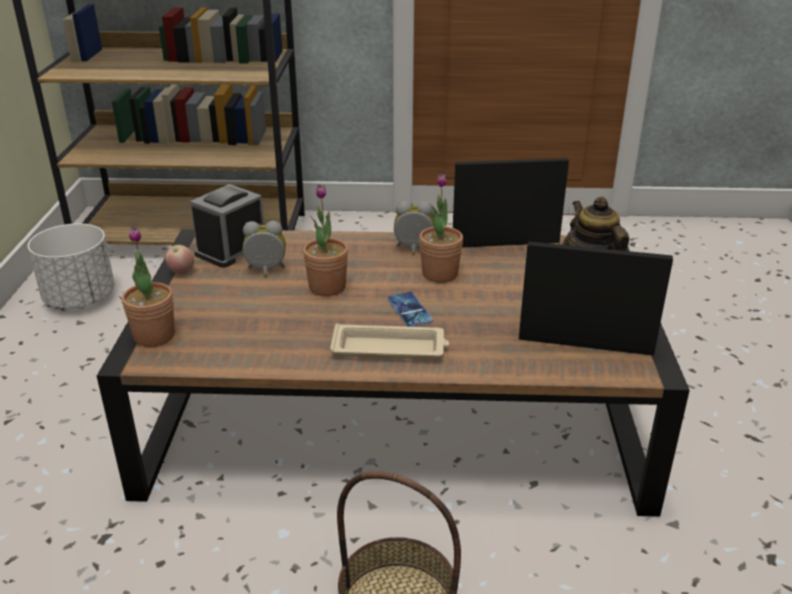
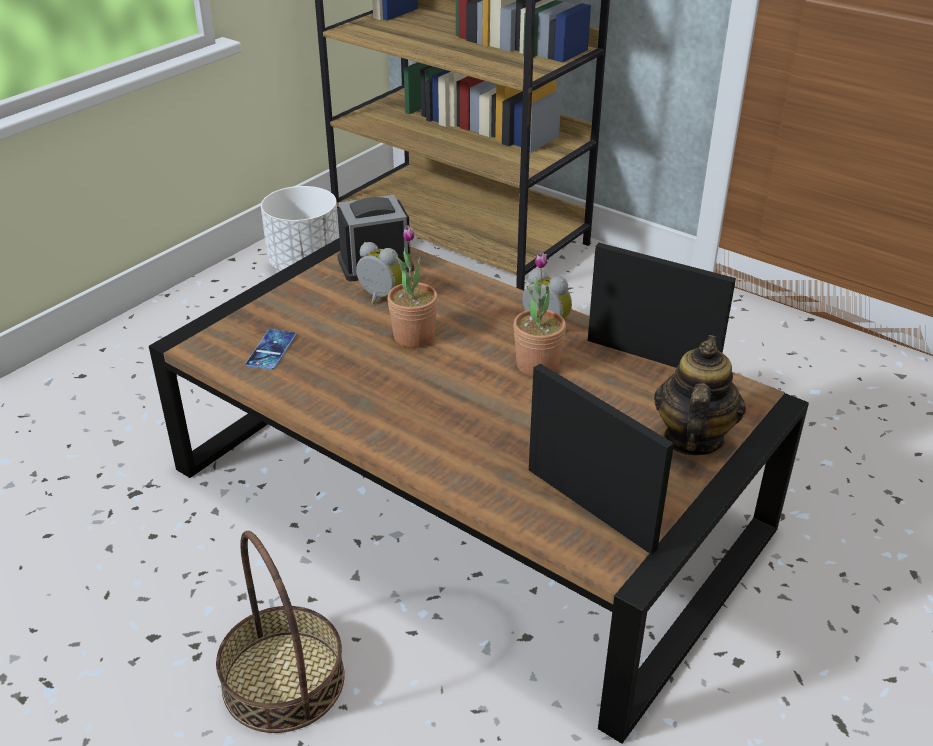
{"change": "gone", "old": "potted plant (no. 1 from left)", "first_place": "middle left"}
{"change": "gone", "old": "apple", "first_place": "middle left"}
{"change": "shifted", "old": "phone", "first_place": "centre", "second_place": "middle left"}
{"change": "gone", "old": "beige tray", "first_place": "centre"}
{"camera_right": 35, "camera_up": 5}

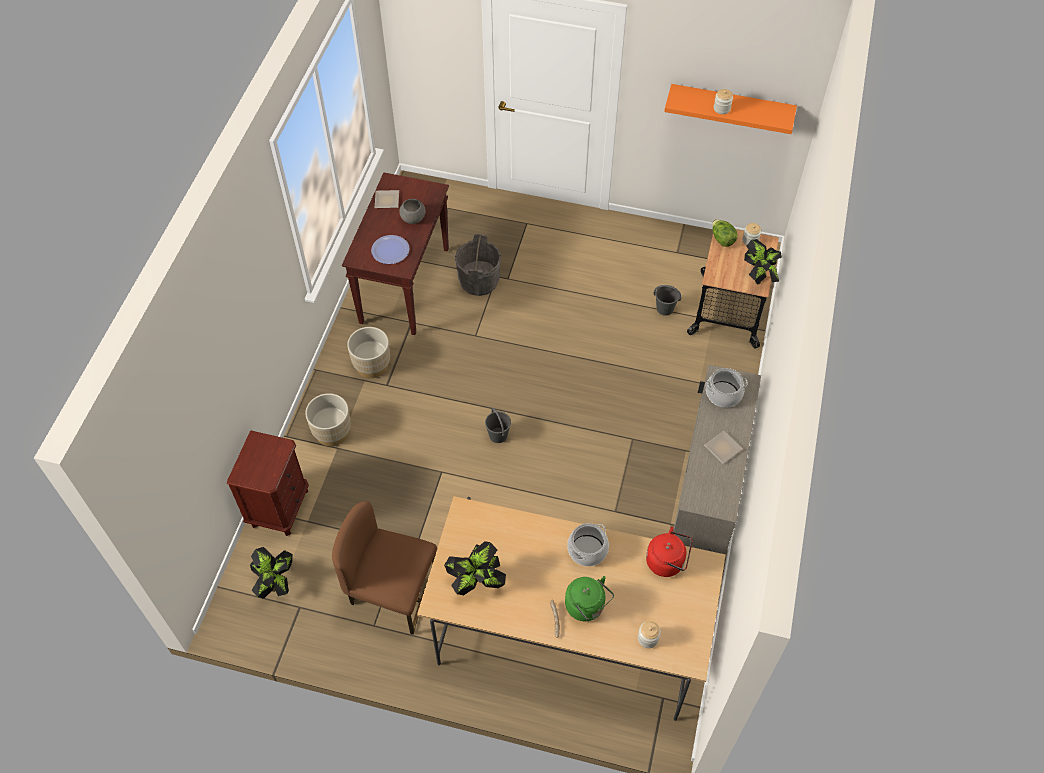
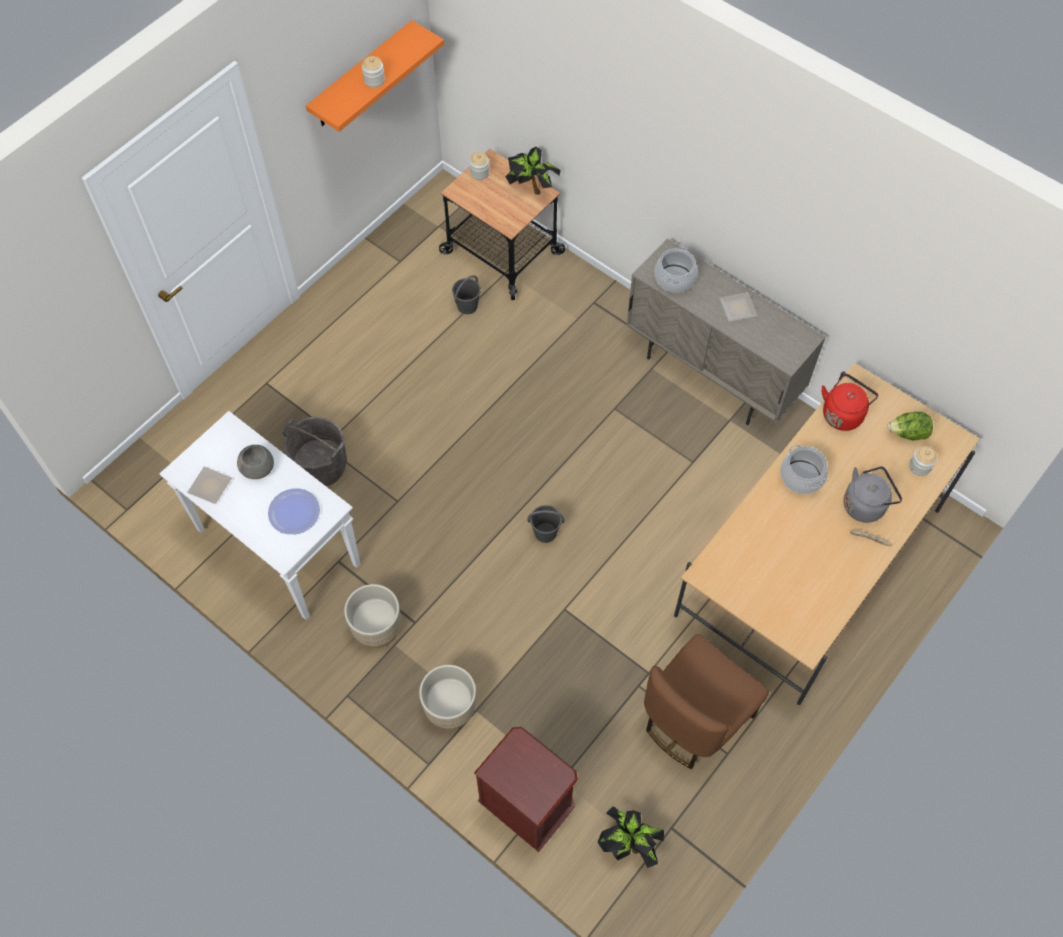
{"change": "repainted", "old": "brown console table", "new": "white console table", "first_place": "top centre", "second_place": "middle left"}
{"change": "shifted", "old": "lettuce", "first_place": "top right", "second_place": "middle right"}
{"change": "gone", "old": "potted plant (no. 2 from left)", "first_place": "bottom centre"}
{"change": "repainted", "old": "green kettle", "new": "grey kettle", "first_place": "bottom centre", "second_place": "middle right"}
{"camera_right": -65, "camera_up": 5}

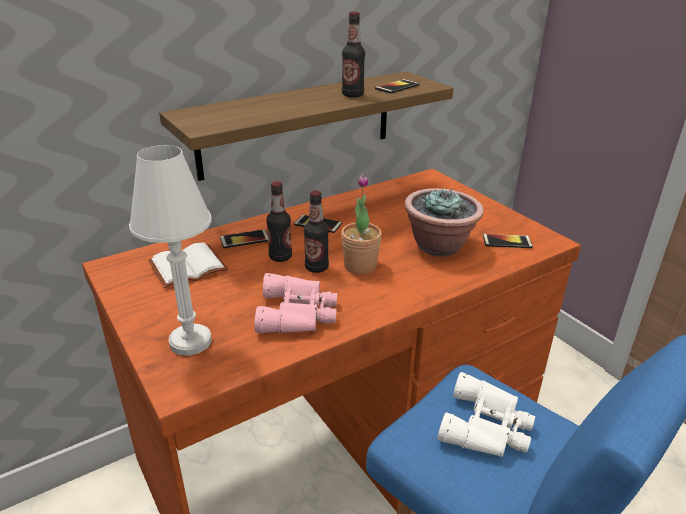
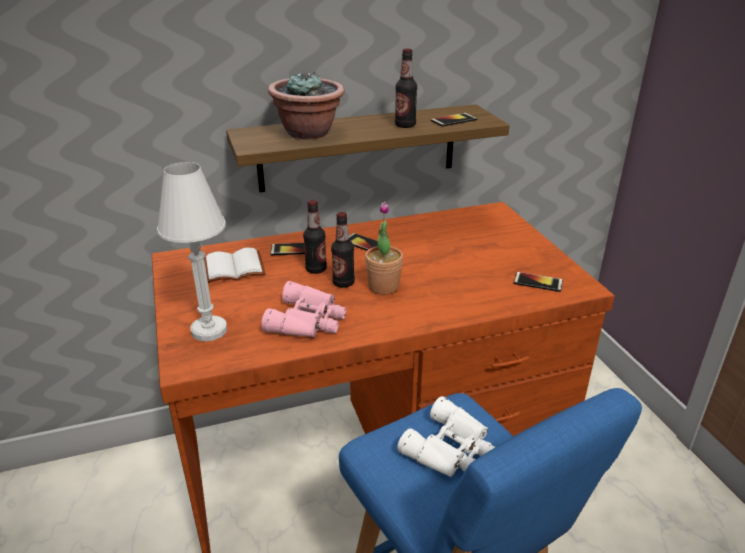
{"change": "shifted", "old": "potted plant (no. 2 from left in the first image)", "new": "potted plant (no. 1 from left)", "first_place": "centre", "second_place": "top centre"}
{"camera_right": 15, "camera_up": 0}

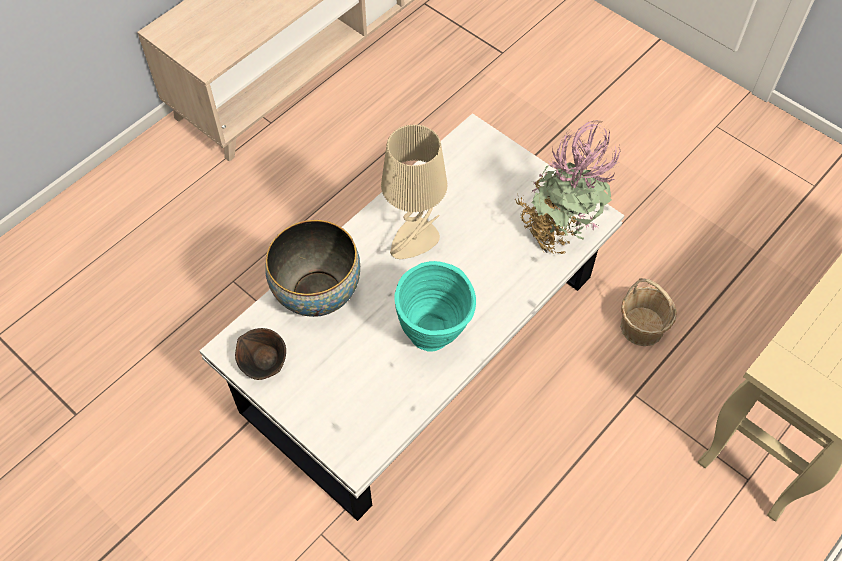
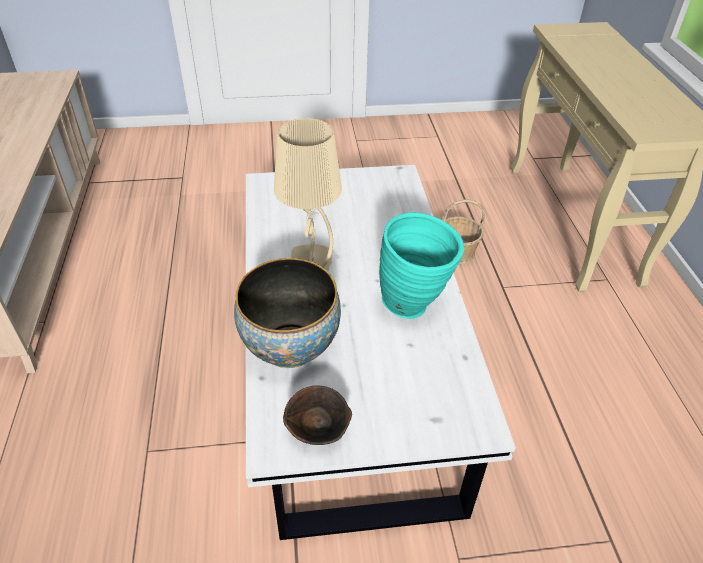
{"change": "gone", "old": "potted plant", "first_place": "middle right"}
{"camera_right": -50, "camera_up": -15}

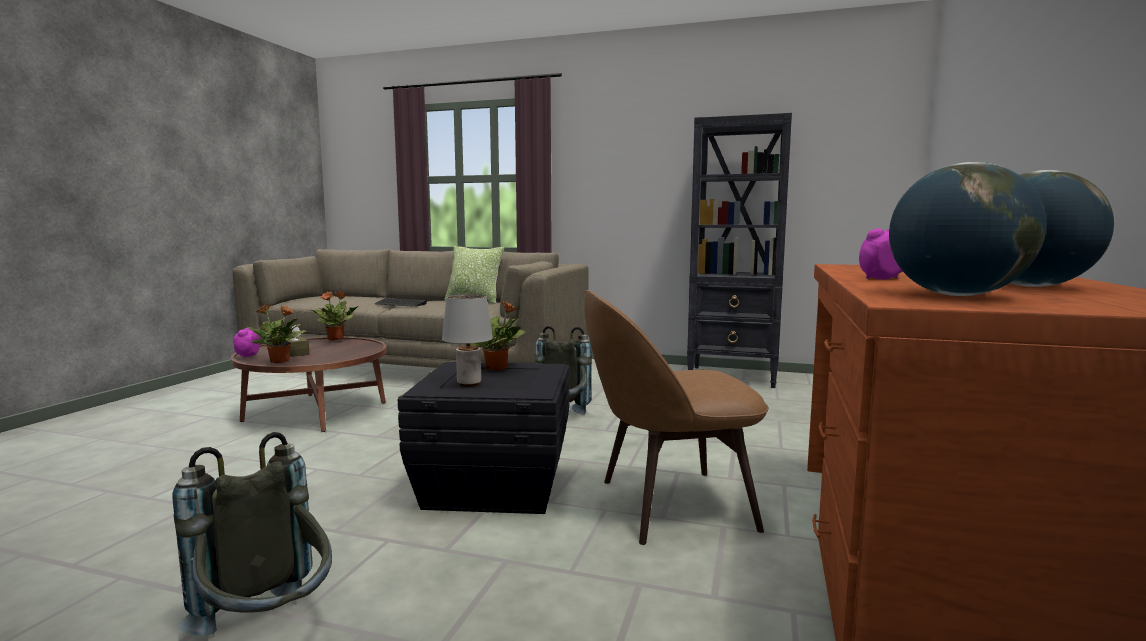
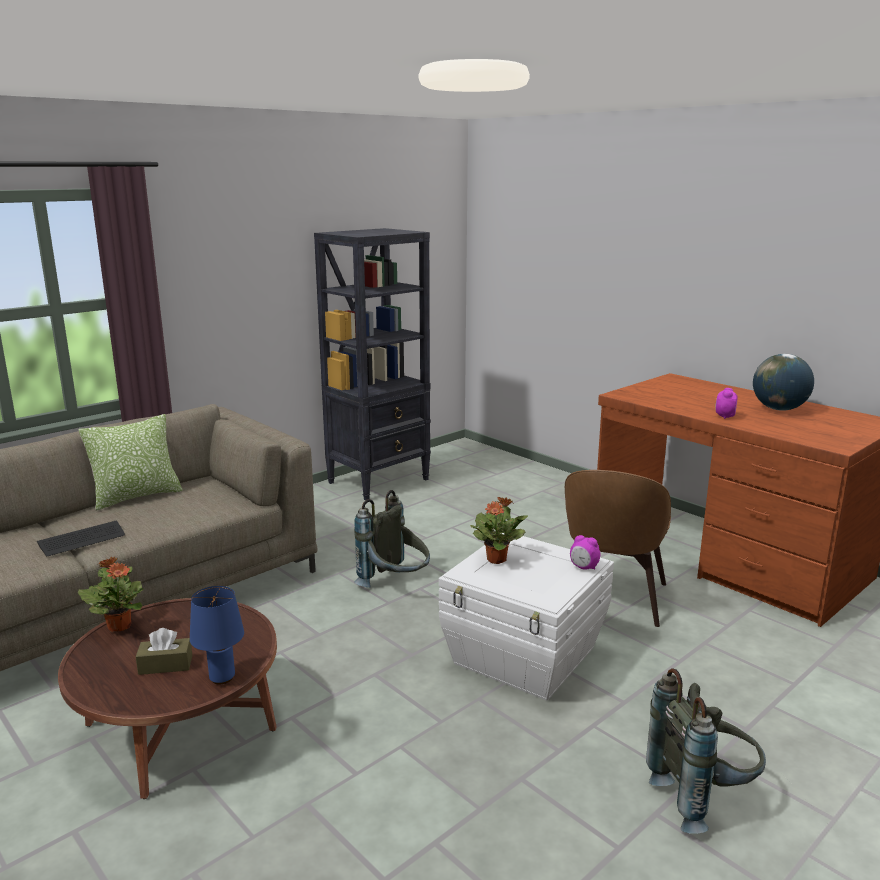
{"change": "gone", "old": "globe (no. 1 from left)", "first_place": "middle right"}
{"change": "gone", "old": "grey table lamp", "first_place": "centre"}
{"change": "swapped", "old": "potted plant (no. 1 from left)", "new": "blue table lamp", "first_place": "middle left", "second_place": "bottom left"}
{"change": "shifted", "old": "alarm clock (no. 1 from left)", "first_place": "middle left", "second_place": "centre"}
{"change": "repainted", "old": "black storage box", "new": "white storage box", "first_place": "bottom centre", "second_place": "bottom centre"}
{"camera_right": -60, "camera_up": 10}

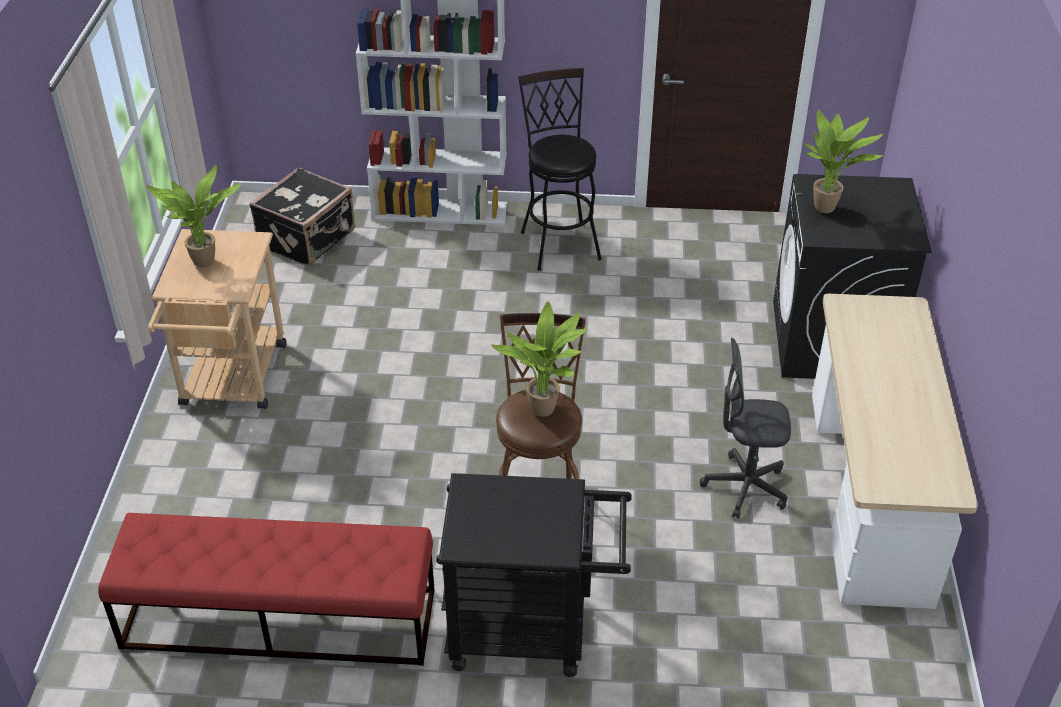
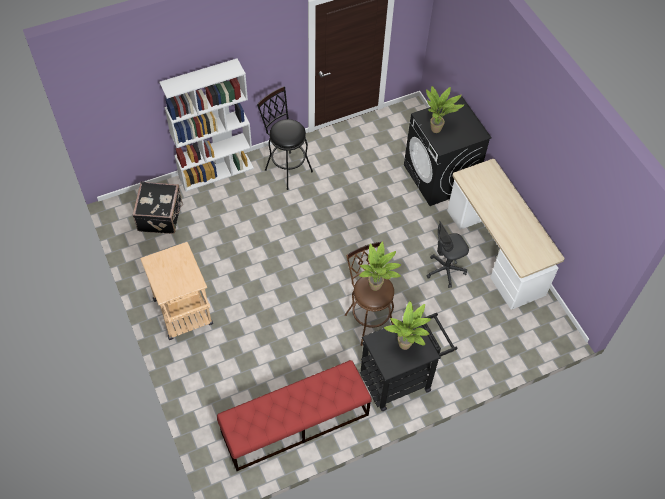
{"change": "shifted", "old": "potted plant (no. 1 from left in the first image)", "new": "potted plant (no. 2 from left)", "first_place": "top left", "second_place": "centre"}
{"camera_right": -30, "camera_up": 15}

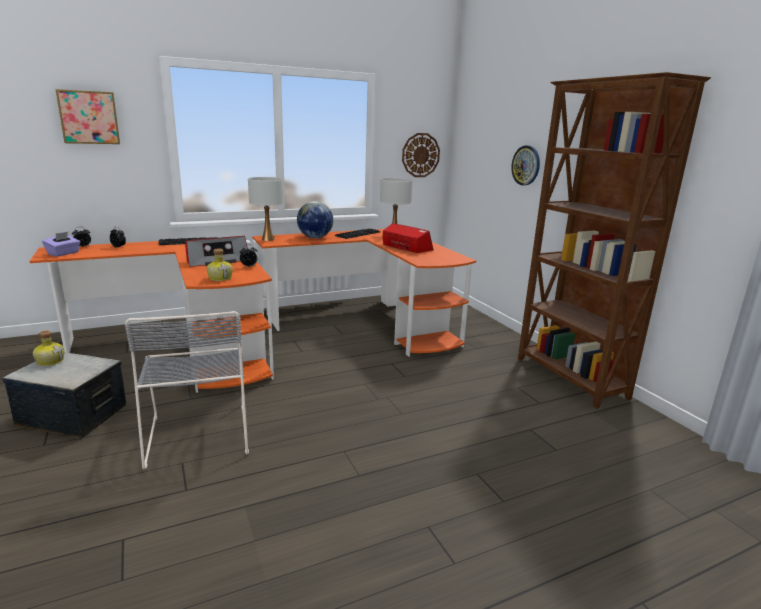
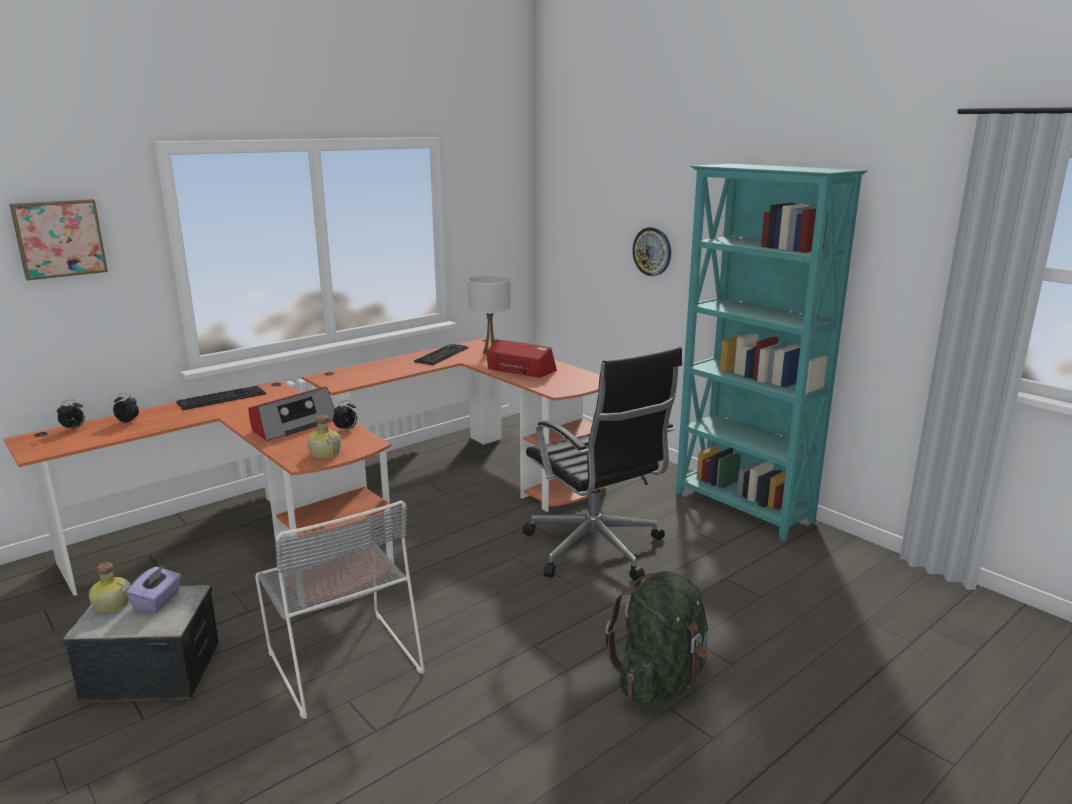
{"change": "repainted", "old": "brown bookcase", "new": "turquoise bookcase", "first_place": "middle right", "second_place": "middle right"}
{"change": "gone", "old": "wall clock (no. 1 from left)", "first_place": "top centre"}
{"change": "gone", "old": "white table lamp (no. 1 from left)", "first_place": "centre"}
{"change": "gone", "old": "globe", "first_place": "centre"}
{"change": "shifted", "old": "purple tissue box", "first_place": "middle left", "second_place": "bottom left"}
{"change": "new", "new": "black office chair", "second_place": "centre"}
{"change": "new", "new": "green backpack", "second_place": "bottom centre"}
{"camera_right": -15, "camera_up": 0}

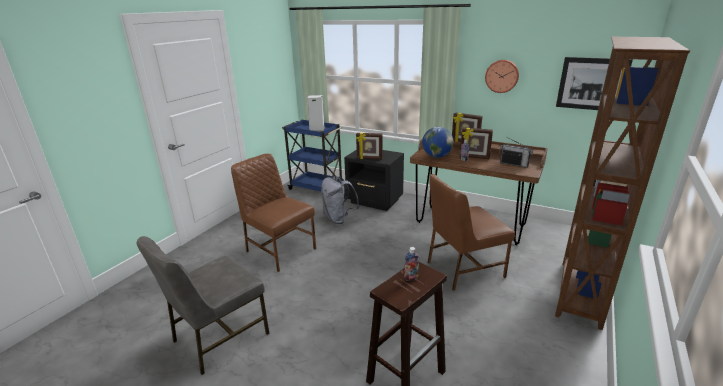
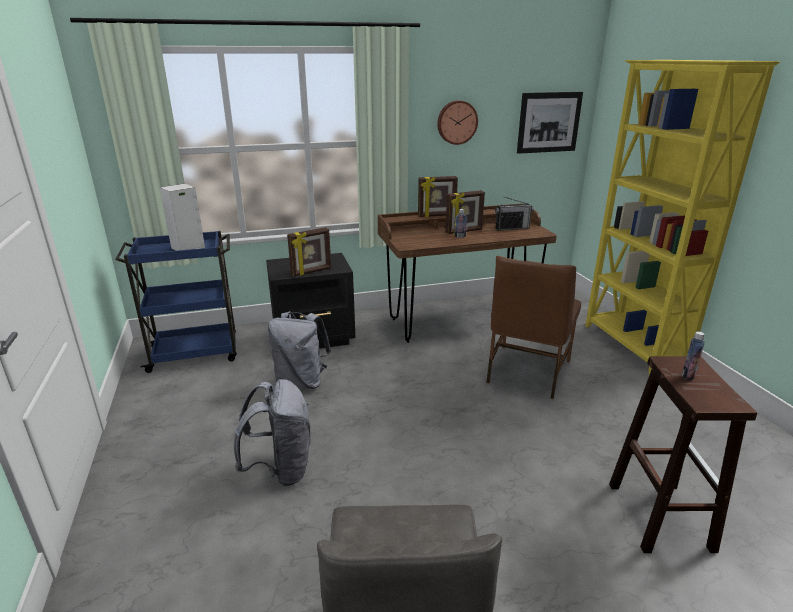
{"change": "repainted", "old": "brown bookcase", "new": "yellow bookcase", "first_place": "middle right", "second_place": "middle right"}
{"change": "gone", "old": "globe", "first_place": "centre"}
{"change": "swapped", "old": "brown chair (no. 1 from left)", "new": "grey backpack (no. 1 from left)", "first_place": "centre", "second_place": "bottom centre"}
{"camera_right": -45, "camera_up": 0}

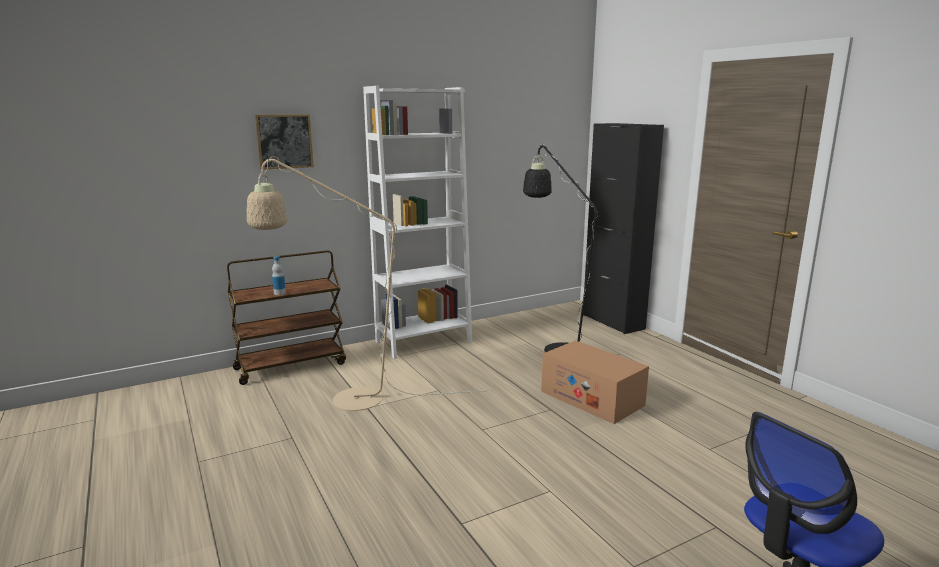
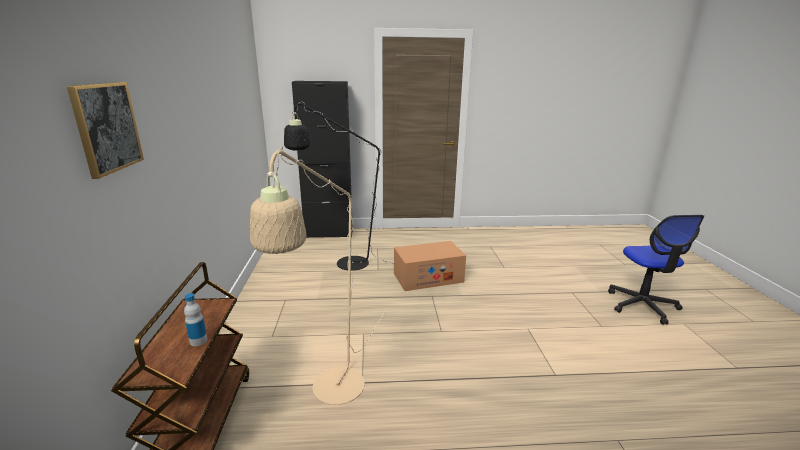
{"change": "gone", "old": "white bookcase", "first_place": "centre"}
{"camera_right": -65, "camera_up": 5}

